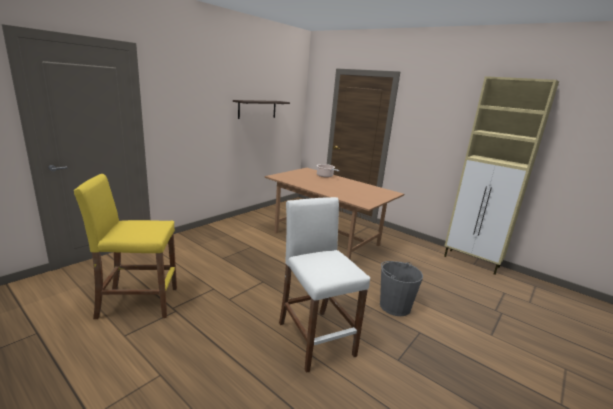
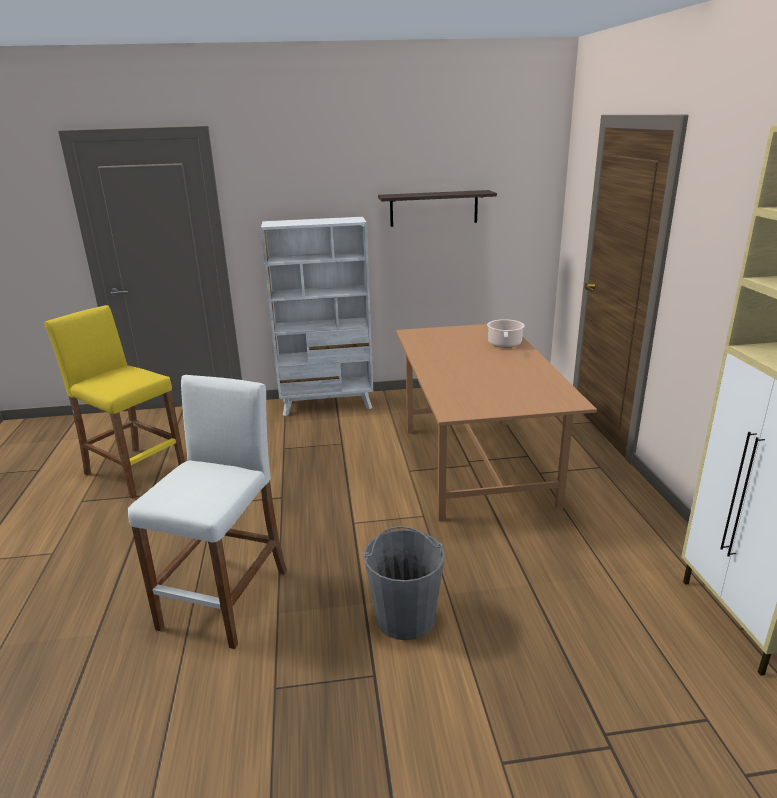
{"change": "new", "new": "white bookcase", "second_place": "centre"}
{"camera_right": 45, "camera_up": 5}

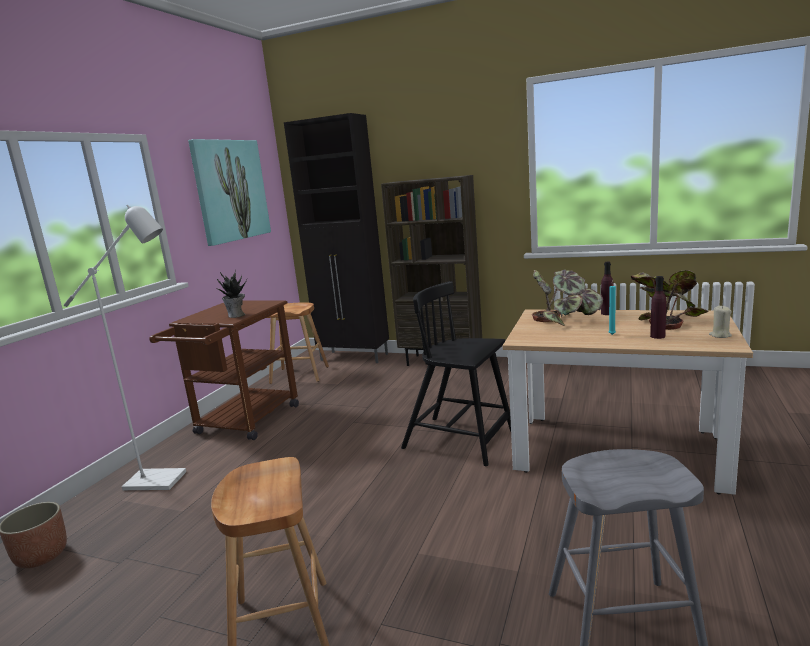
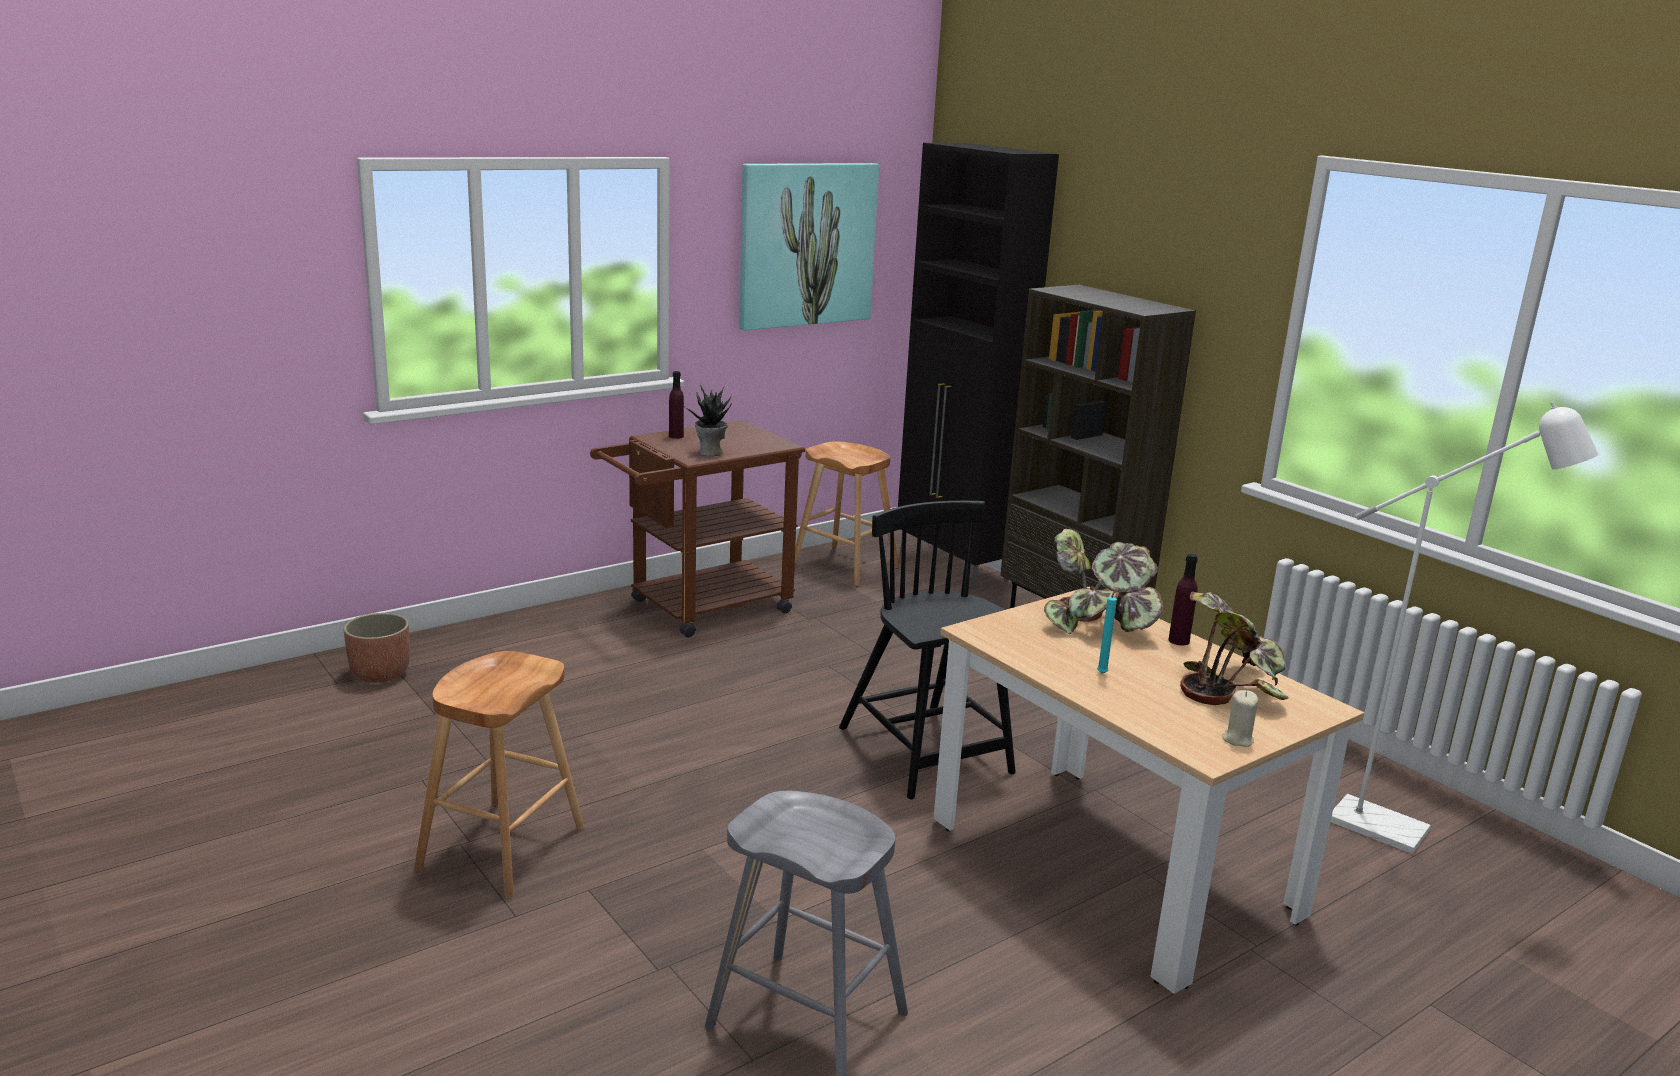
{"change": "shifted", "old": "white floor lamp", "first_place": "middle left", "second_place": "middle right"}
{"change": "shifted", "old": "purple bottle (no. 2 from left in the first image)", "new": "purple bottle (no. 1 from left)", "first_place": "middle right", "second_place": "centre"}
{"camera_right": 30, "camera_up": 5}

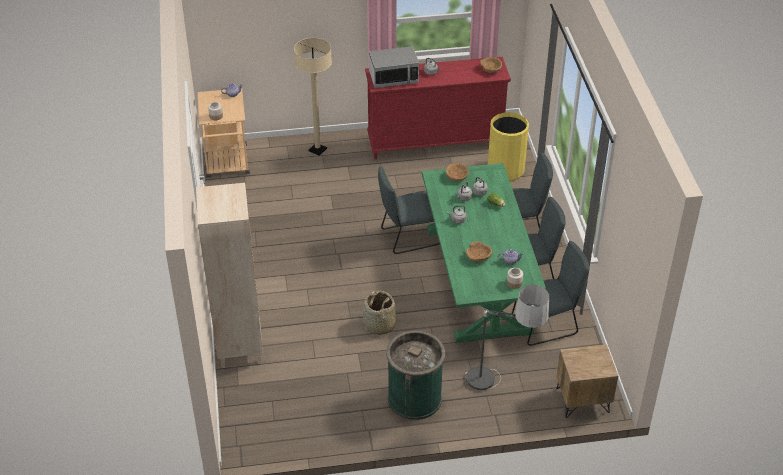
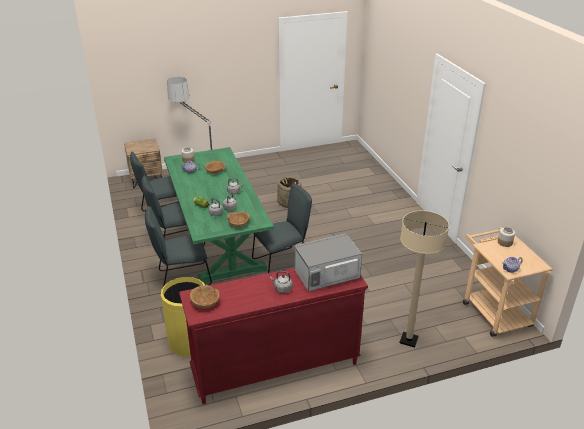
{"change": "gone", "old": "beige bookcase", "first_place": "middle left"}
{"change": "gone", "old": "green trash can", "first_place": "bottom centre"}
{"camera_right": 170, "camera_up": -10}

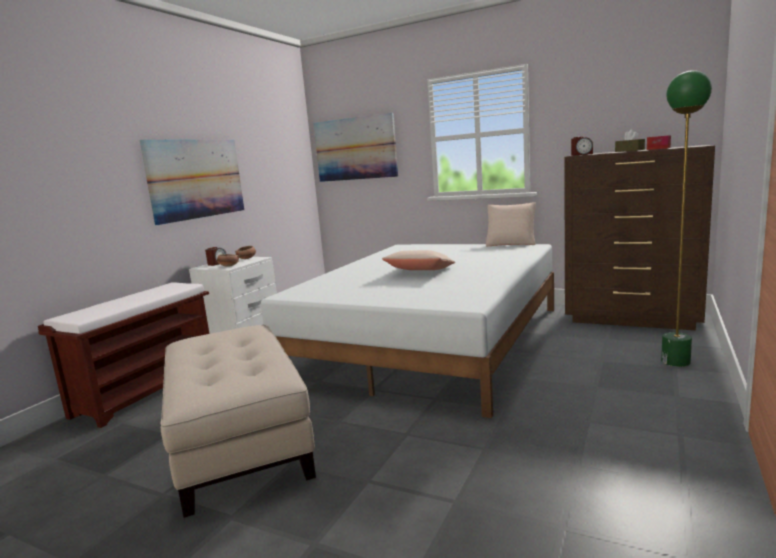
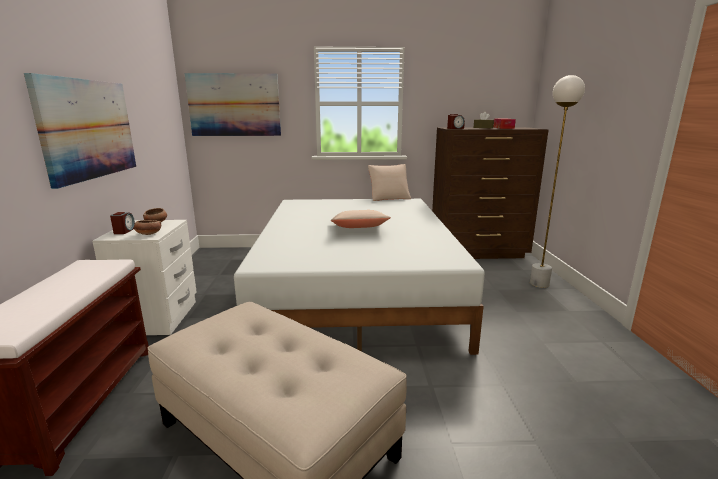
{"change": "repainted", "old": "green floor lamp", "new": "white floor lamp", "first_place": "middle right", "second_place": "middle right"}
{"camera_right": -30, "camera_up": 5}

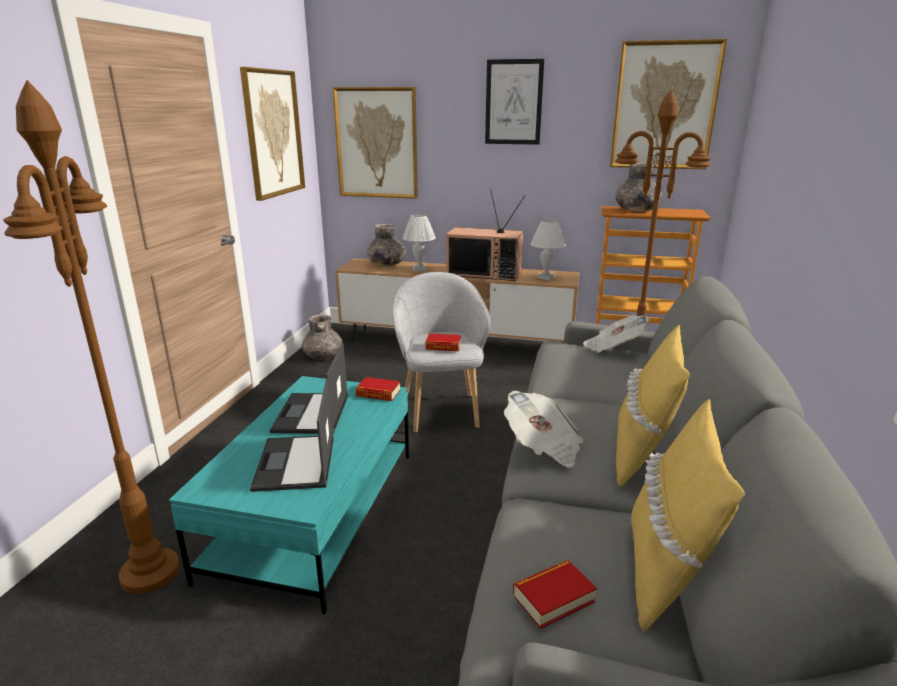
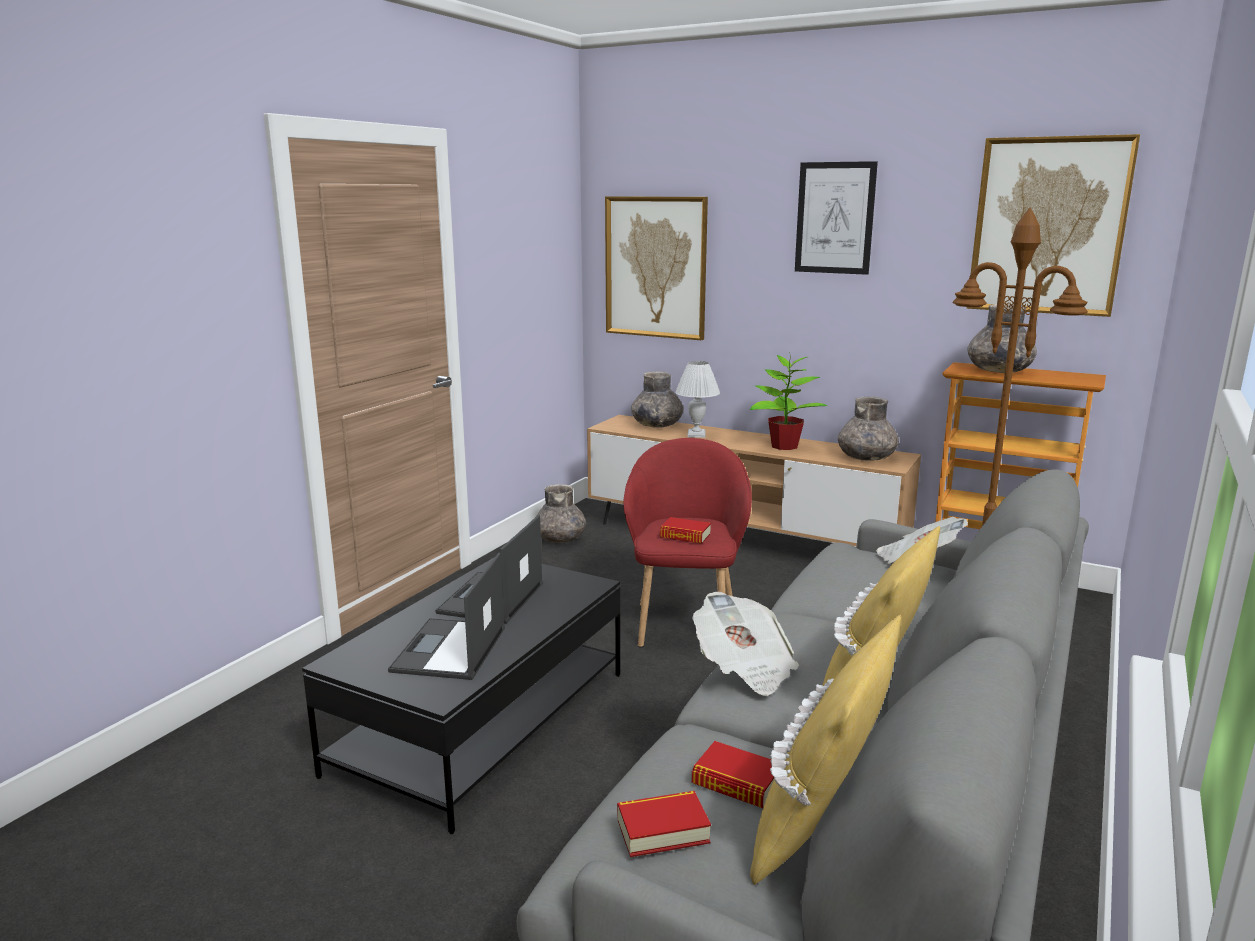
{"change": "gone", "old": "picture (no. 1 from left)", "first_place": "top left"}
{"change": "gone", "old": "brown floor lamp (no. 1 from left)", "first_place": "middle left"}
{"change": "swapped", "old": "television", "new": "potted plant", "first_place": "centre", "second_place": "centre"}
{"change": "swapped", "old": "white table lamp (no. 2 from left)", "new": "grey vase (no. 3 from left)", "first_place": "centre", "second_place": "middle right"}
{"change": "repainted", "old": "grey armchair", "new": "red armchair", "first_place": "centre", "second_place": "centre"}
{"change": "repainted", "old": "turquoise coffee table", "new": "black coffee table", "first_place": "bottom left", "second_place": "bottom centre"}
{"change": "shifted", "old": "book (no. 1 from left in the first image)", "new": "book (no. 3 from left)", "first_place": "centre", "second_place": "bottom centre"}
{"camera_right": 15, "camera_up": -5}

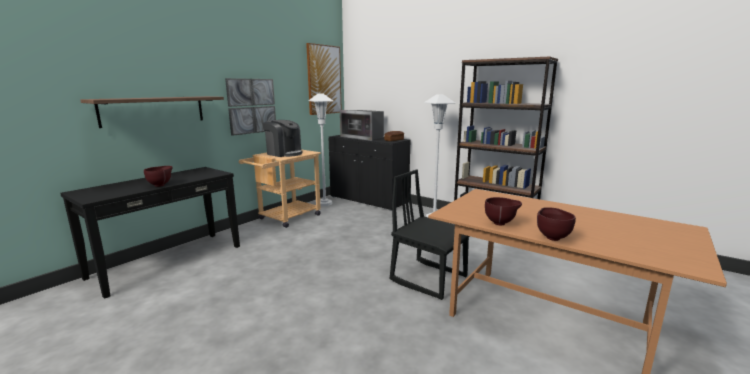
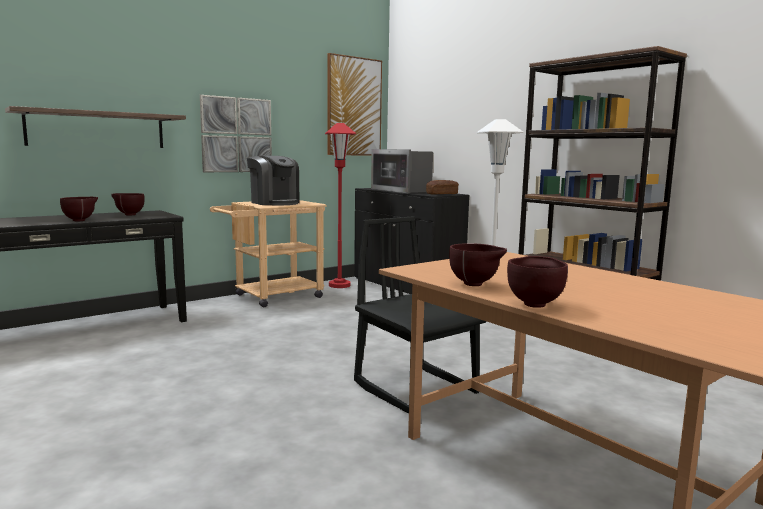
{"change": "repainted", "old": "white floor lamp (no. 1 from left)", "new": "red floor lamp", "first_place": "centre", "second_place": "centre"}
{"change": "new", "new": "brown bowl (no. 2 from left)", "second_place": "middle left"}
{"camera_right": 15, "camera_up": -5}

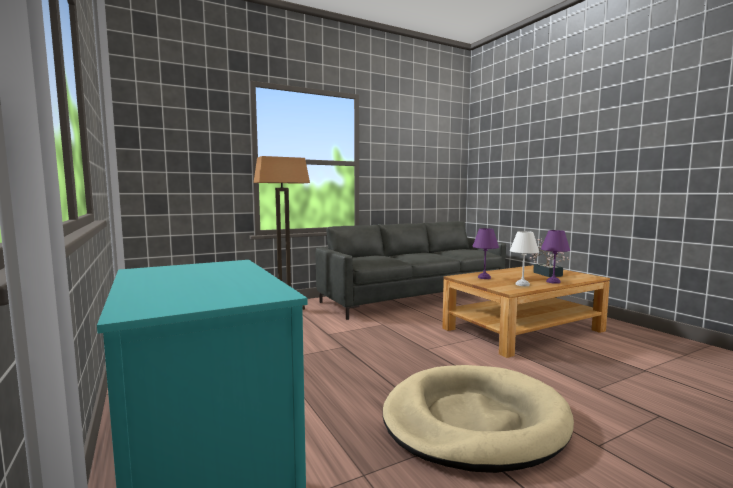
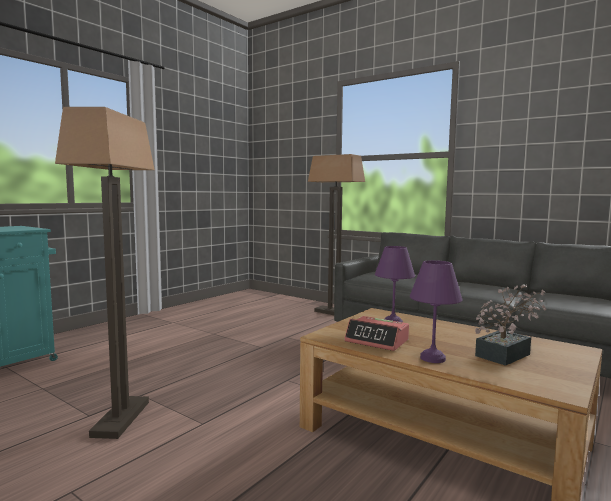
{"change": "swapped", "old": "white table lamp", "new": "alarm clock", "first_place": "middle right", "second_place": "centre"}
{"change": "swapped", "old": "beige dog bed", "new": "floor lamp (no. 1 from left)", "first_place": "bottom centre", "second_place": "middle left"}
{"camera_right": 65, "camera_up": 0}

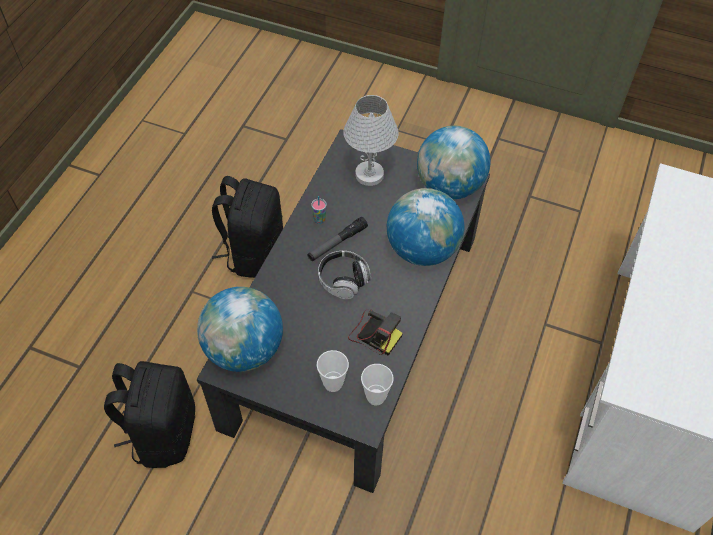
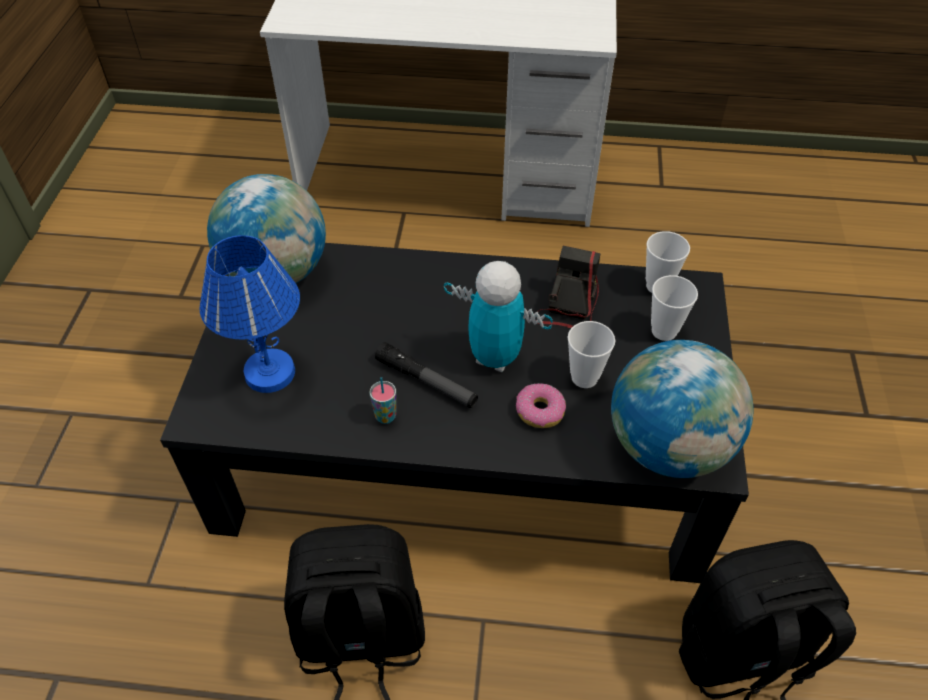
{"change": "repainted", "old": "white table lamp", "new": "blue table lamp", "first_place": "top centre", "second_place": "middle left"}
{"change": "gone", "old": "globe (no. 2 from left)", "first_place": "centre"}
{"change": "swapped", "old": "headphones", "new": "toy robot", "first_place": "centre", "second_place": "centre"}
{"change": "new", "new": "cup (no. 2 from left)", "second_place": "centre"}
{"change": "new", "new": "donut", "second_place": "centre"}
{"camera_right": -105, "camera_up": -5}

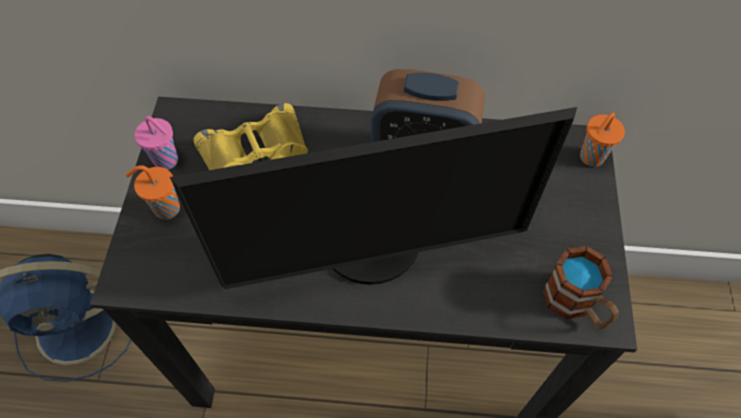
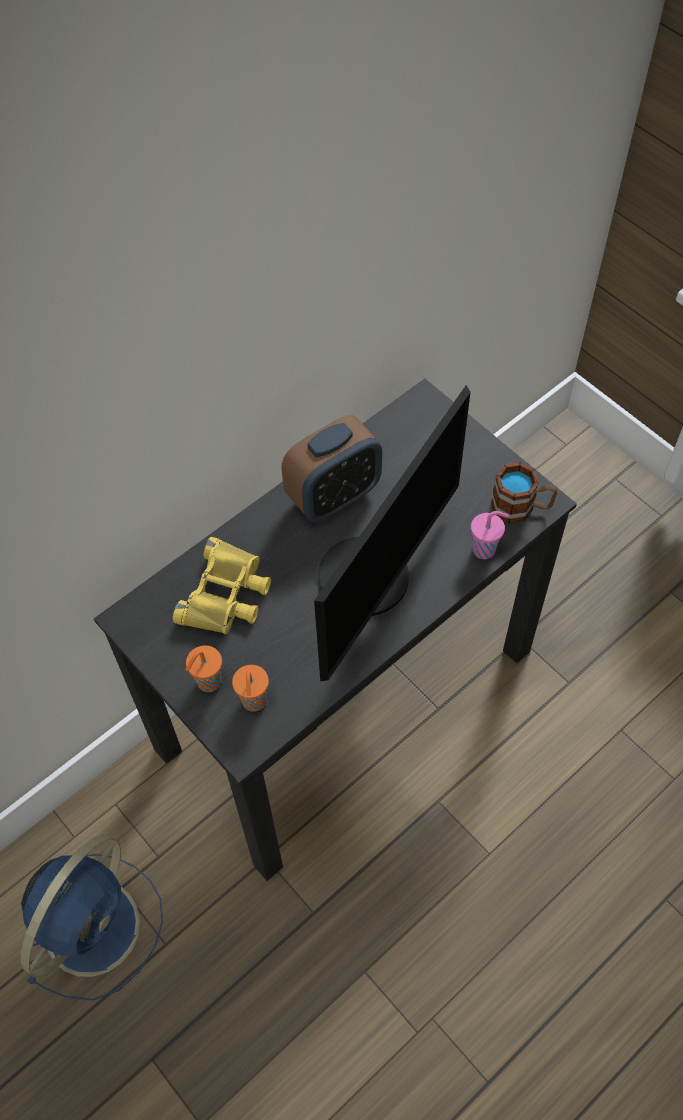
{"change": "shifted", "old": "orange cup (no. 2 from left)", "first_place": "top right", "second_place": "centre"}
{"change": "shifted", "old": "pink cup", "first_place": "middle left", "second_place": "middle right"}
{"camera_right": -45, "camera_up": 0}

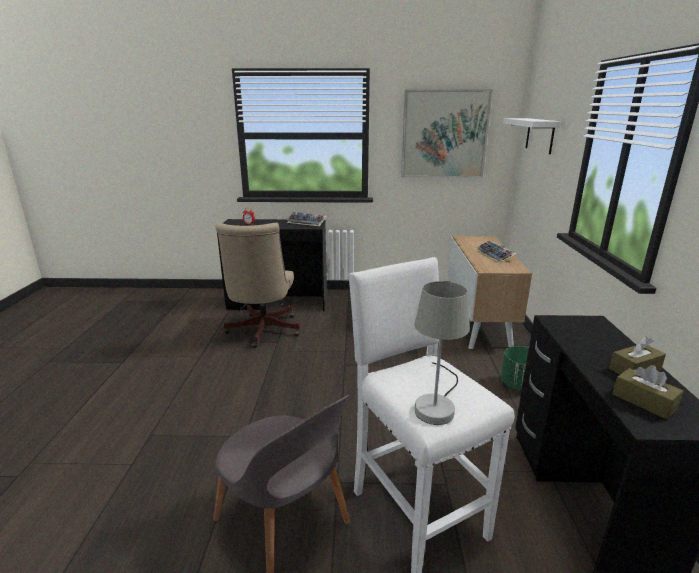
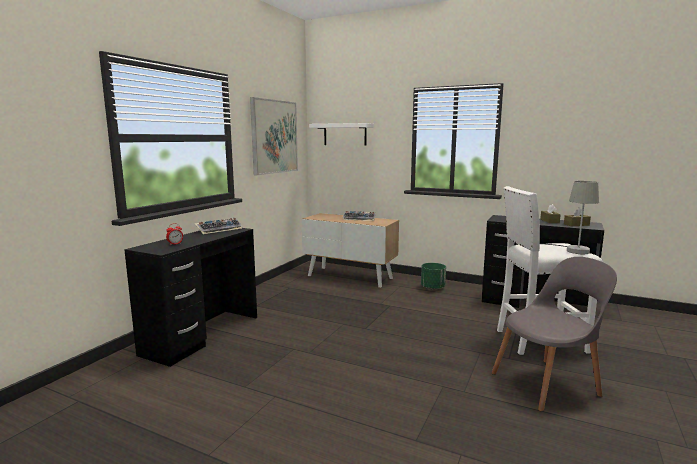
{"change": "gone", "old": "beige office chair", "first_place": "centre"}
{"camera_right": -65, "camera_up": -10}

